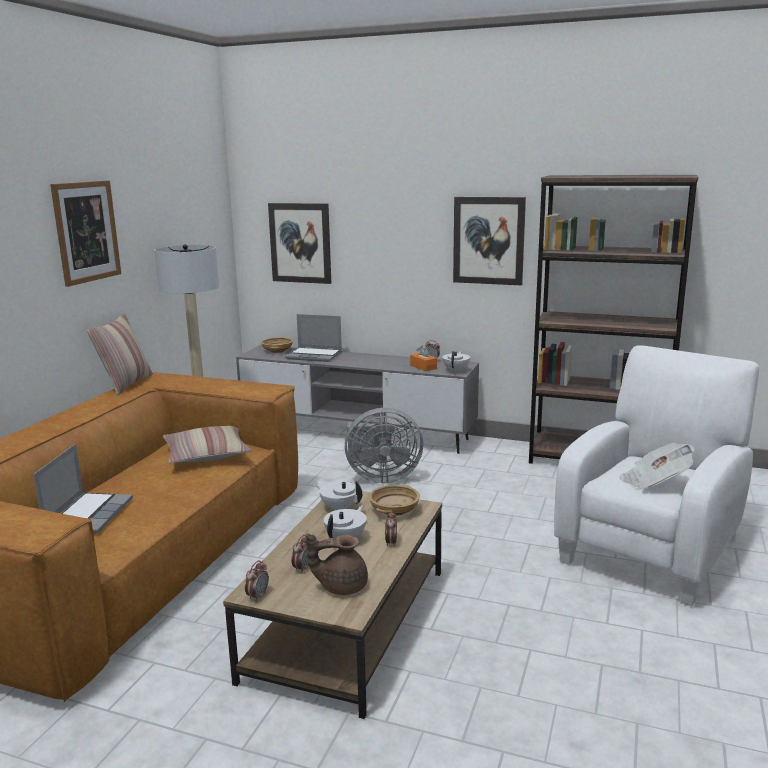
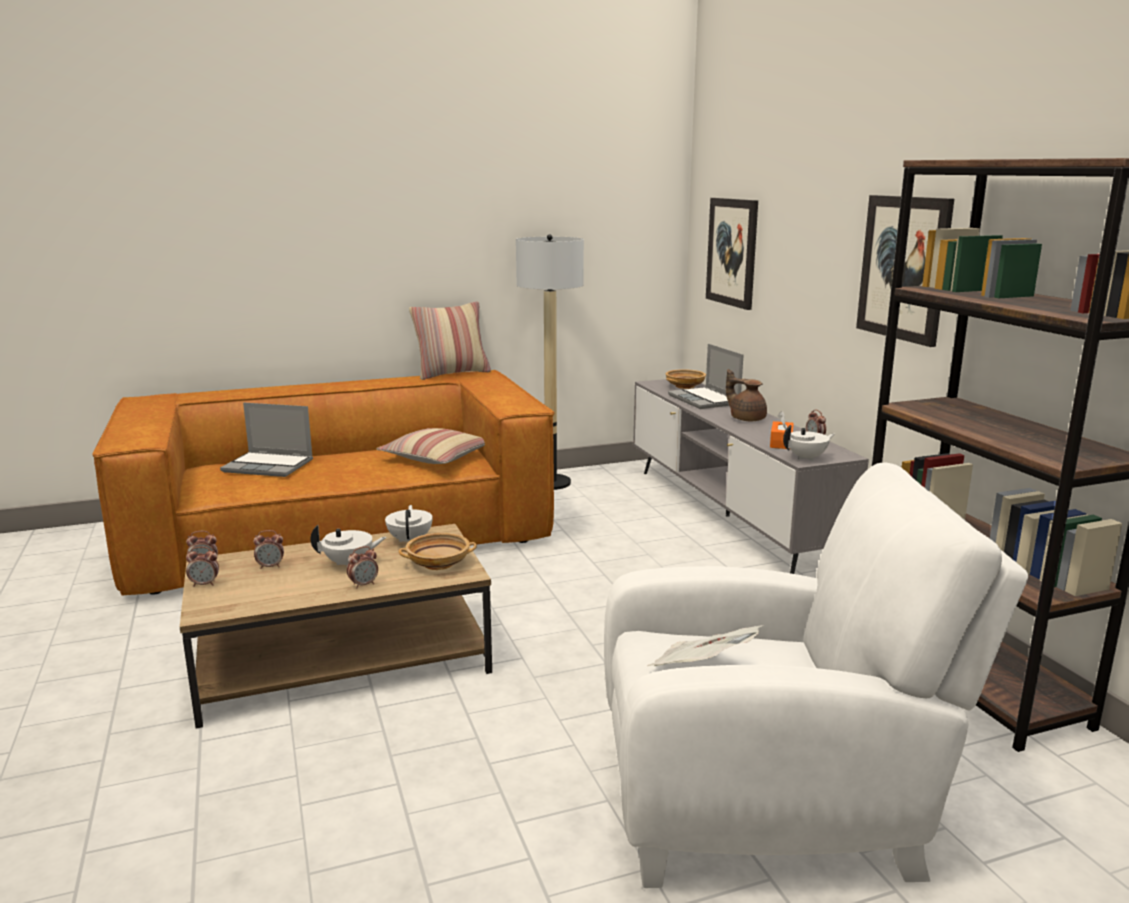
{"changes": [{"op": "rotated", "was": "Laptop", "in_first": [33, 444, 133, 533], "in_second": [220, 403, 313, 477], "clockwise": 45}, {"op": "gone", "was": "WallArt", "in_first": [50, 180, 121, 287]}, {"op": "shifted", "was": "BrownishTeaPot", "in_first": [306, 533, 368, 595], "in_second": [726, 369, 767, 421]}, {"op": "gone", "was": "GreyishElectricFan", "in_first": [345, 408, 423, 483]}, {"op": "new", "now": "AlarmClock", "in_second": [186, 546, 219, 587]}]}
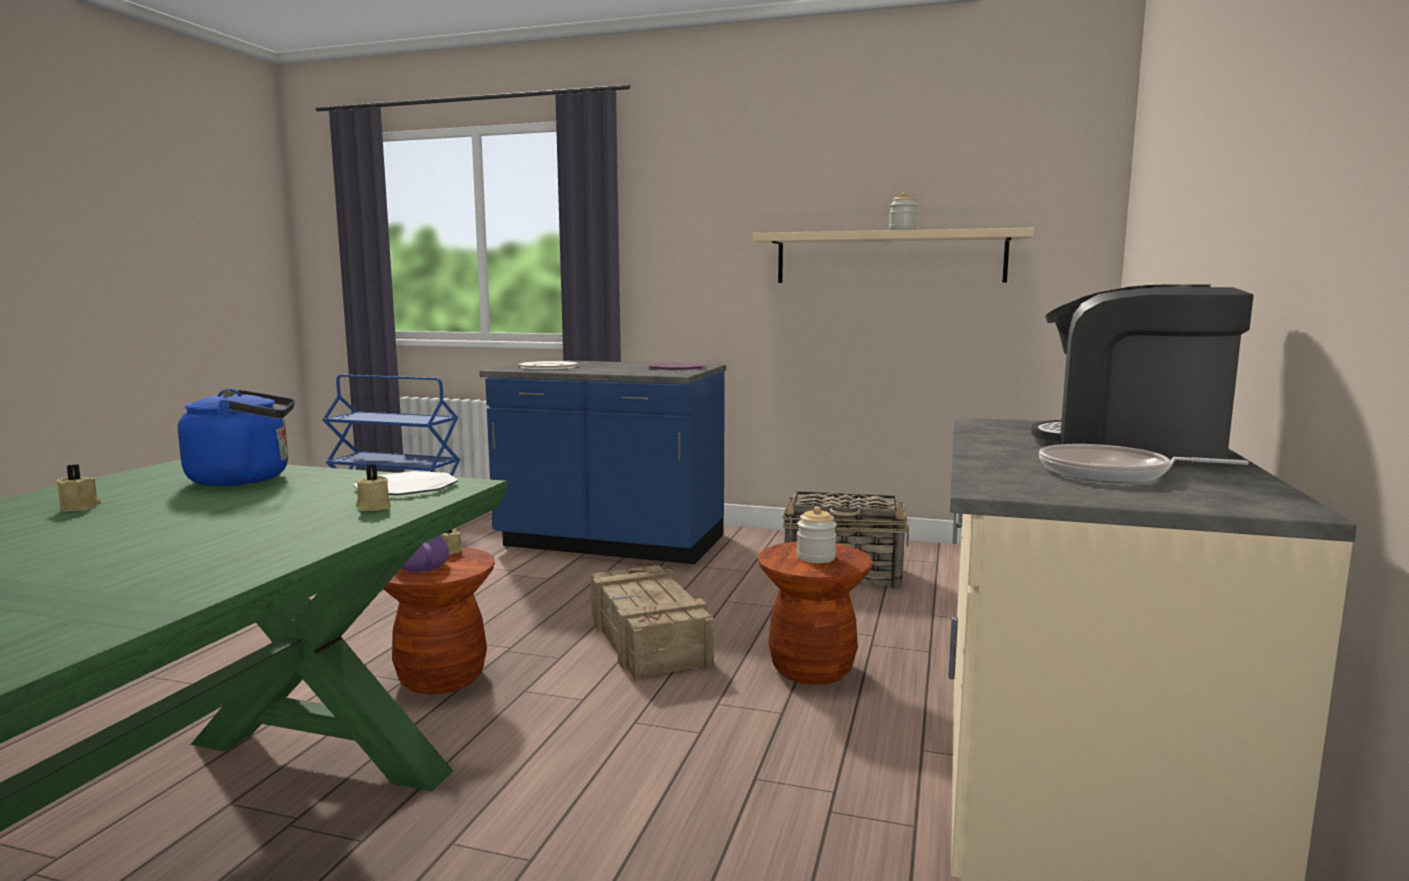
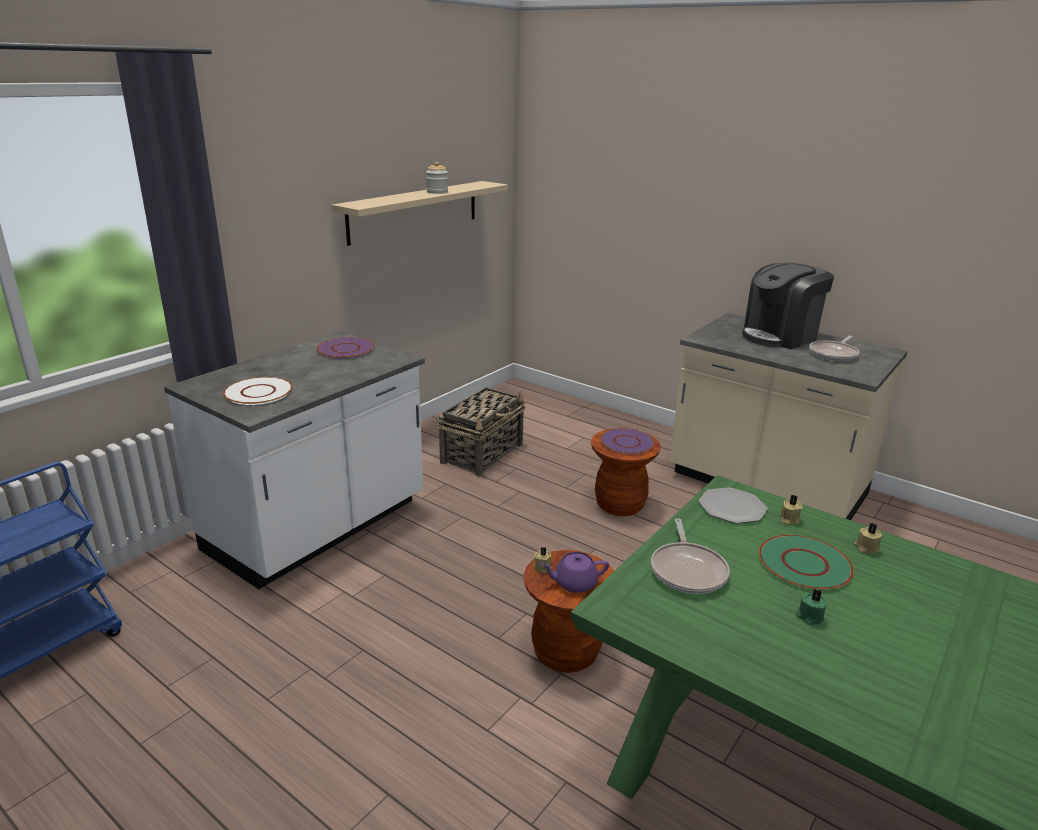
{"changes": [{"op": "shifted", "was": "SandColouredWaxLight", "in_first": [56, 464, 101, 512], "in_second": [854, 523, 882, 554]}, {"op": "swapped", "was": "BlueColouredWaterKettle", "now": "Skillet", "in_first": [178, 389, 295, 486], "in_second": [651, 518, 730, 594]}, {"op": "repainted", "was": "BlueColouredKitchenBaseUnit", "now": "WhitishKitchenBaseUnit", "in_first": [479, 360, 726, 564], "in_second": [164, 331, 425, 589]}, {"op": "gone", "was": "PackingCrate", "in_first": [591, 565, 714, 681]}, {"op": "swapped", "was": "Jar", "now": "PurpleColouredFlatDish", "in_first": [797, 507, 837, 563], "in_second": [600, 428, 655, 454]}, {"op": "new", "now": "GreenFlatDish", "in_second": [759, 535, 854, 590]}, {"op": "new", "now": "GreenWaxLight", "in_second": [796, 589, 827, 625]}]}
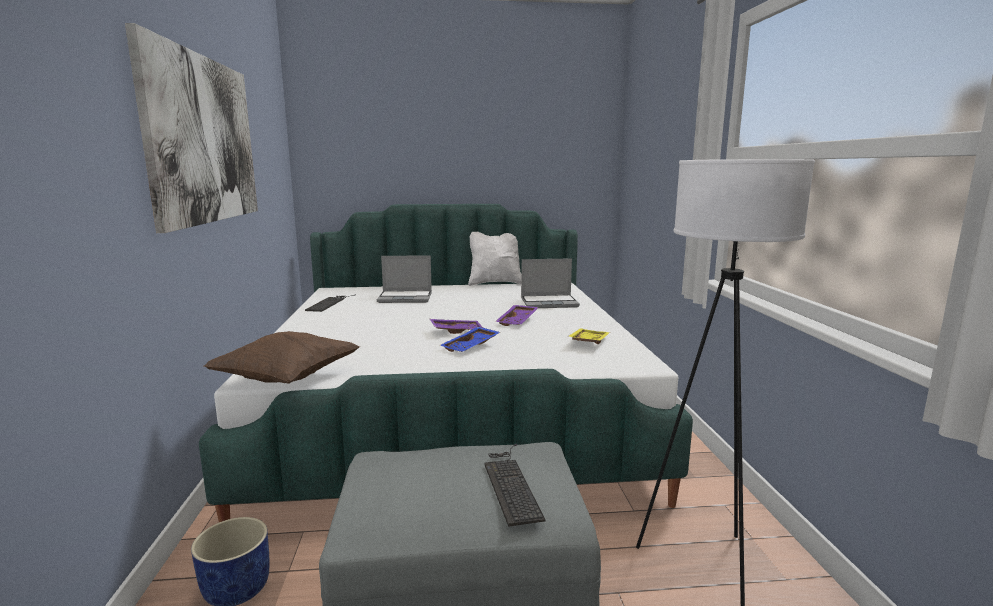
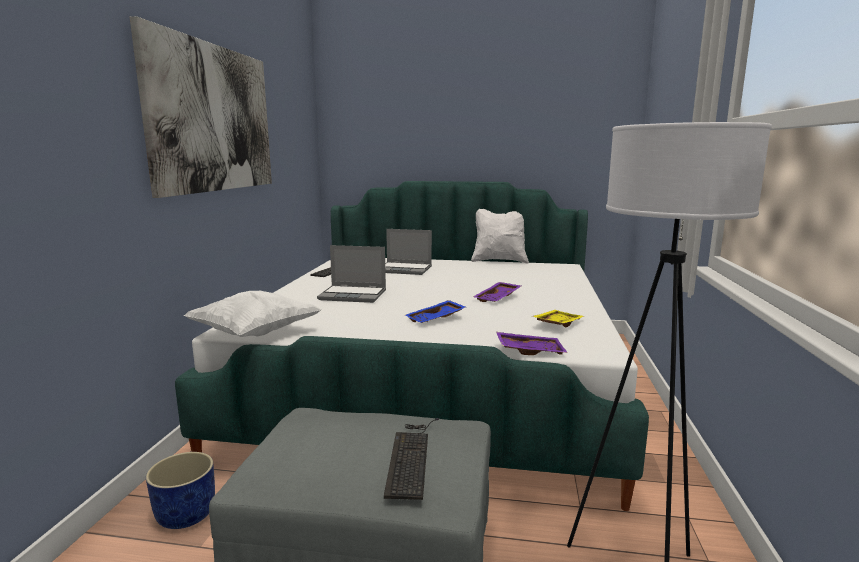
{"changes": [{"op": "repainted", "was": "BrownishThrowPillow", "now": "WhitishThrowPillow", "in_first": [204, 331, 360, 384], "in_second": [183, 291, 322, 337]}, {"op": "shifted", "was": "PurpleColouredCarryingTray", "in_first": [430, 319, 483, 334], "in_second": [496, 332, 568, 355]}, {"op": "shifted", "was": "Laptop", "in_first": [521, 258, 580, 308], "in_second": [317, 245, 386, 303]}]}
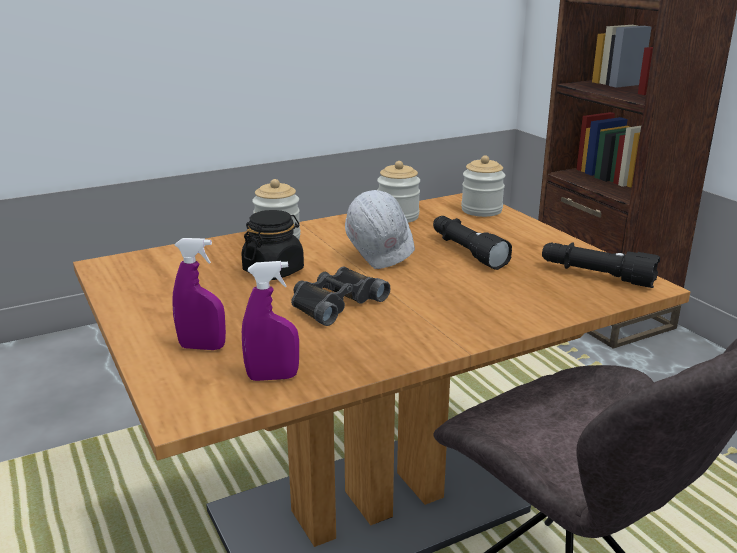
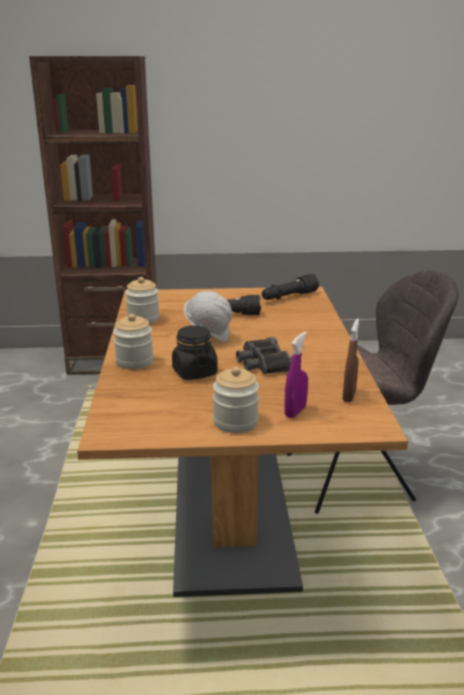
{"changes": [{"op": "repainted", "was": "PurpleColouredSprayBottle", "now": "BrownishSprayBottle", "in_first": [242, 261, 299, 381], "in_second": [343, 319, 359, 402]}, {"op": "shifted", "was": "Jar", "in_first": [461, 156, 505, 217], "in_second": [213, 367, 259, 433]}]}
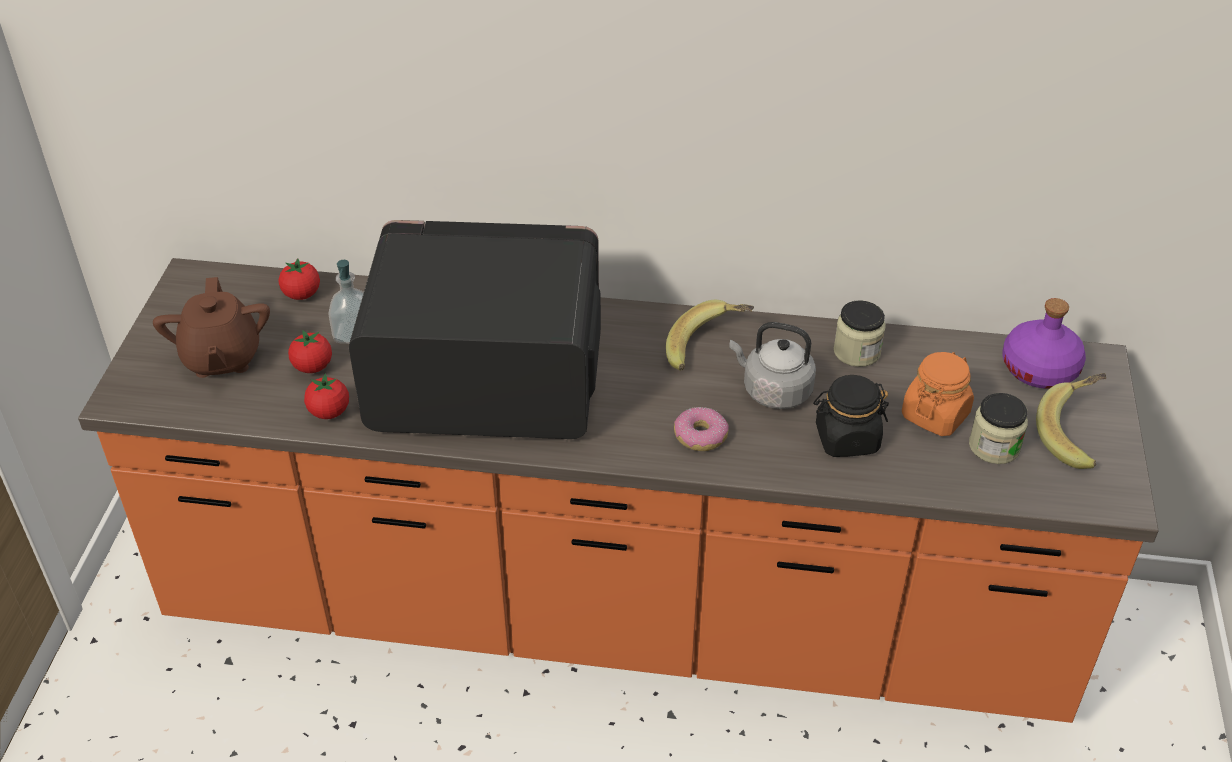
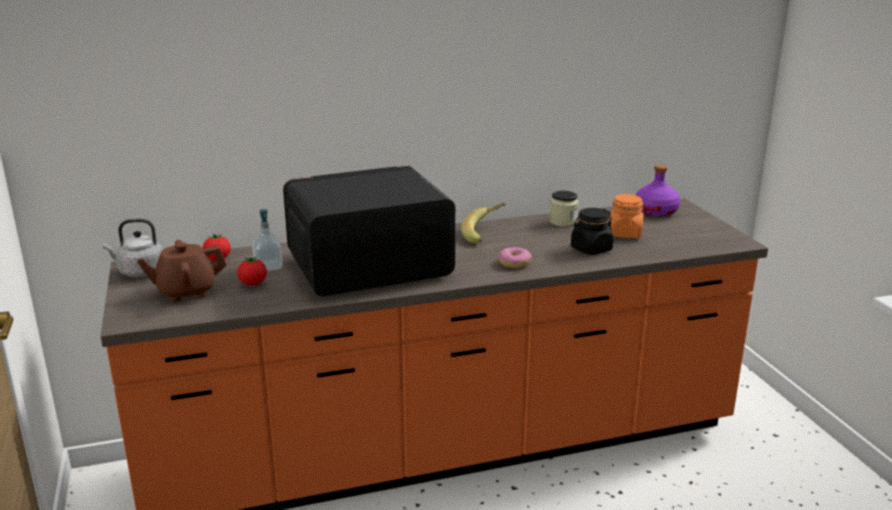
{"changes": [{"op": "rotated", "was": "BrownishTeaPot", "in_first": [153, 277, 270, 378], "in_second": [137, 240, 227, 302], "clockwise": 105}, {"op": "gone", "was": "Tomato", "in_first": [304, 374, 349, 419]}, {"op": "shifted", "was": "GreyishWaterKettle", "in_first": [729, 322, 816, 409], "in_second": [102, 219, 163, 277]}, {"op": "gone", "was": "Jar", "in_first": [969, 393, 1028, 464]}, {"op": "gone", "was": "Banana", "in_first": [1036, 373, 1107, 469]}]}
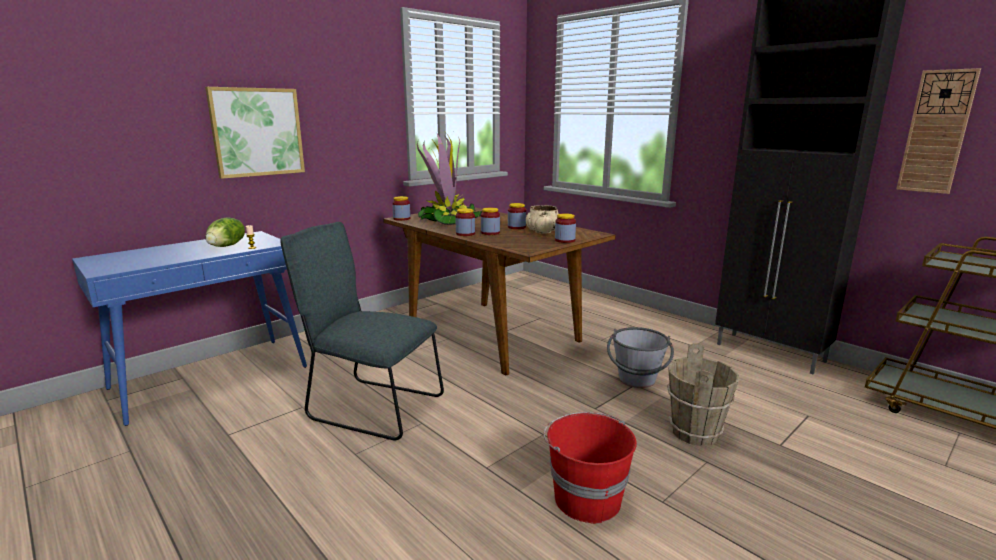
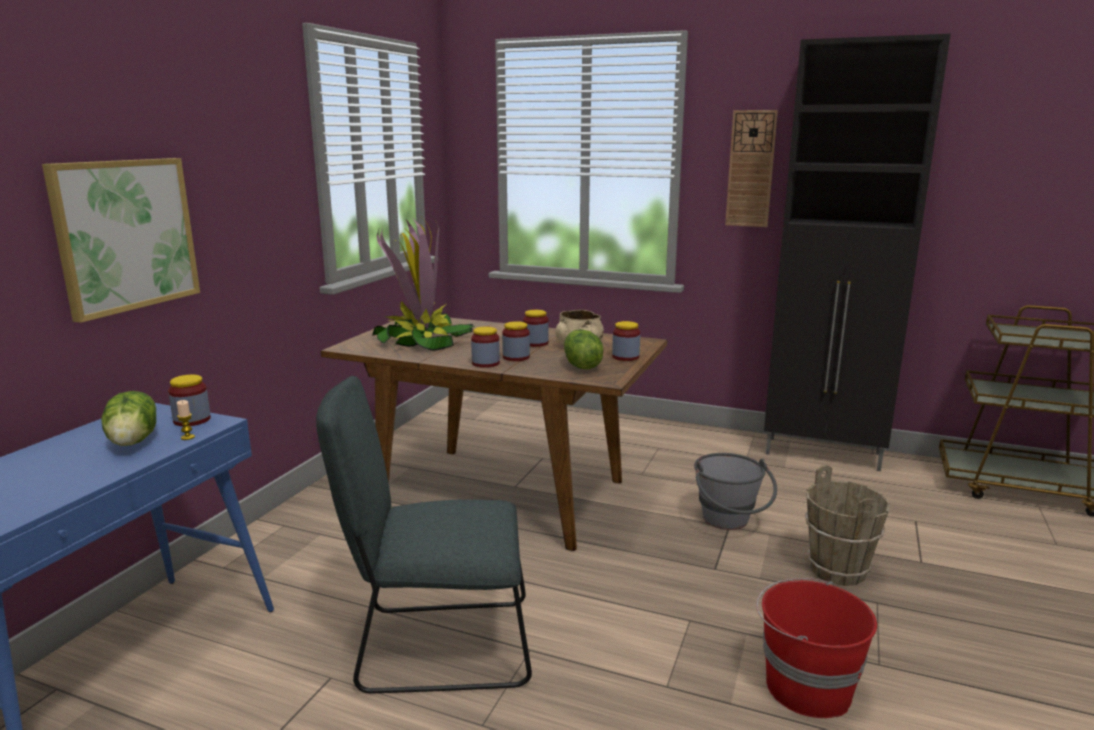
{"changes": [{"op": "shifted", "was": "Jar", "in_first": [392, 196, 410, 221], "in_second": [168, 375, 211, 426]}, {"op": "shifted", "was": "ClockOnTheWall", "in_first": [896, 68, 981, 194], "in_second": [725, 110, 778, 227]}, {"op": "new", "now": "Lettuce", "in_second": [564, 329, 604, 369]}]}
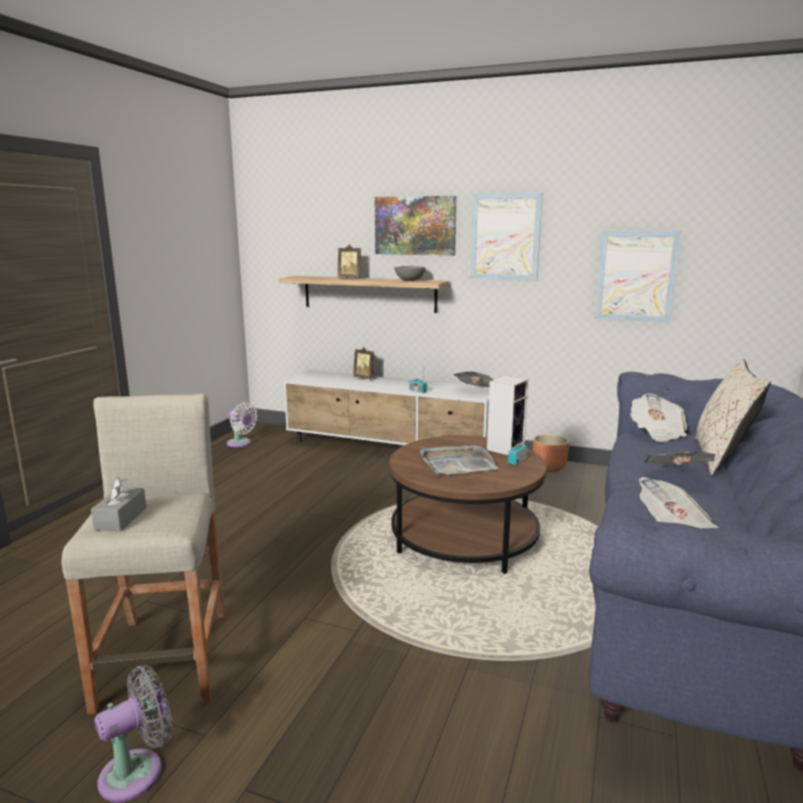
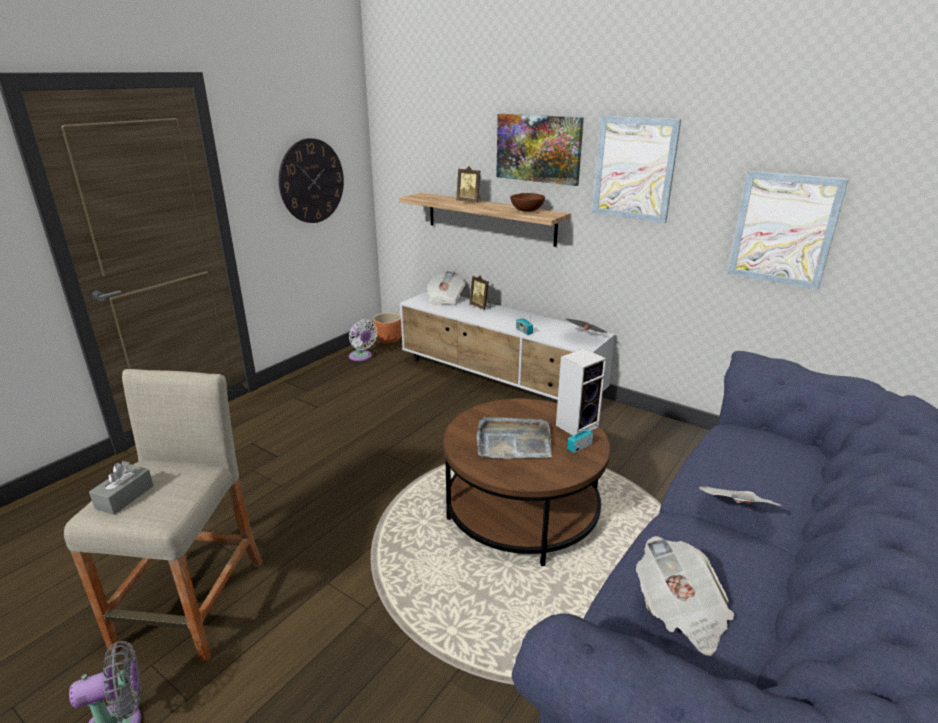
{"changes": [{"op": "repainted", "was": "GreyishServingBowl", "now": "BrownishServingBowl", "in_first": [394, 266, 426, 281], "in_second": [510, 193, 545, 212]}, {"op": "shifted", "was": "BrownishFlowerPot", "in_first": [533, 434, 569, 472], "in_second": [373, 312, 402, 344]}, {"op": "shifted", "was": "Newspaper", "in_first": [630, 394, 687, 442], "in_second": [426, 271, 465, 306]}, {"op": "gone", "was": "SandColouredThrowPillow", "in_first": [695, 359, 771, 476]}, {"op": "new", "now": "ClockOnTheWall", "in_second": [279, 138, 344, 223]}]}
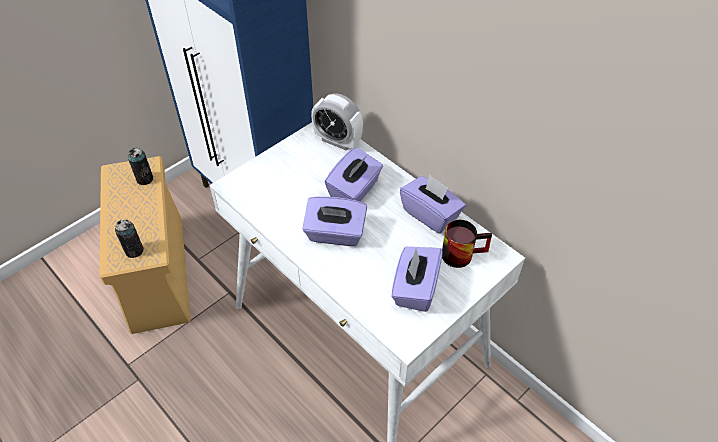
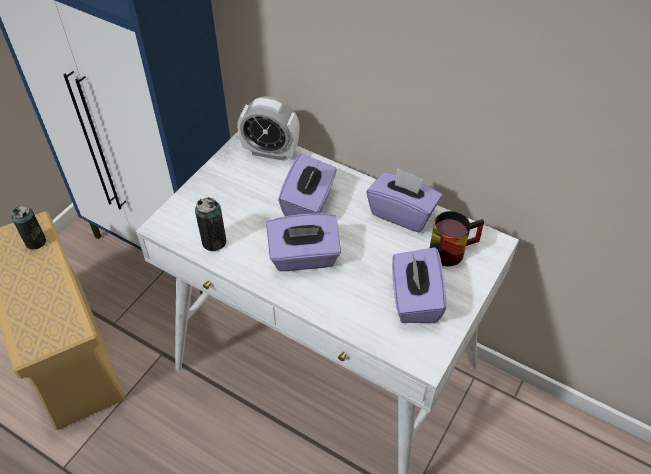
{"changes": [{"op": "shifted", "was": "SealedCan", "in_first": [115, 220, 144, 258], "in_second": [195, 197, 227, 251]}]}
